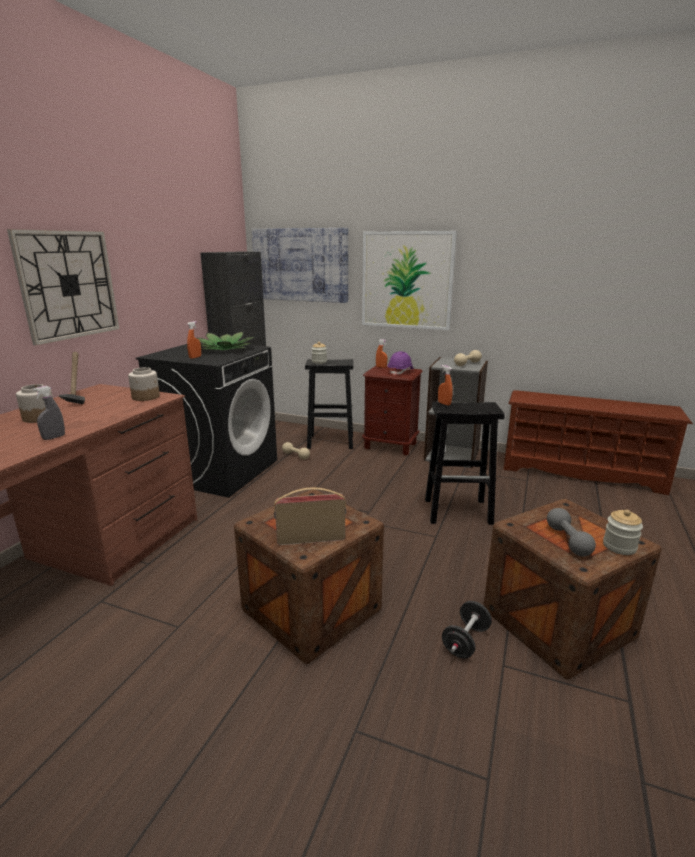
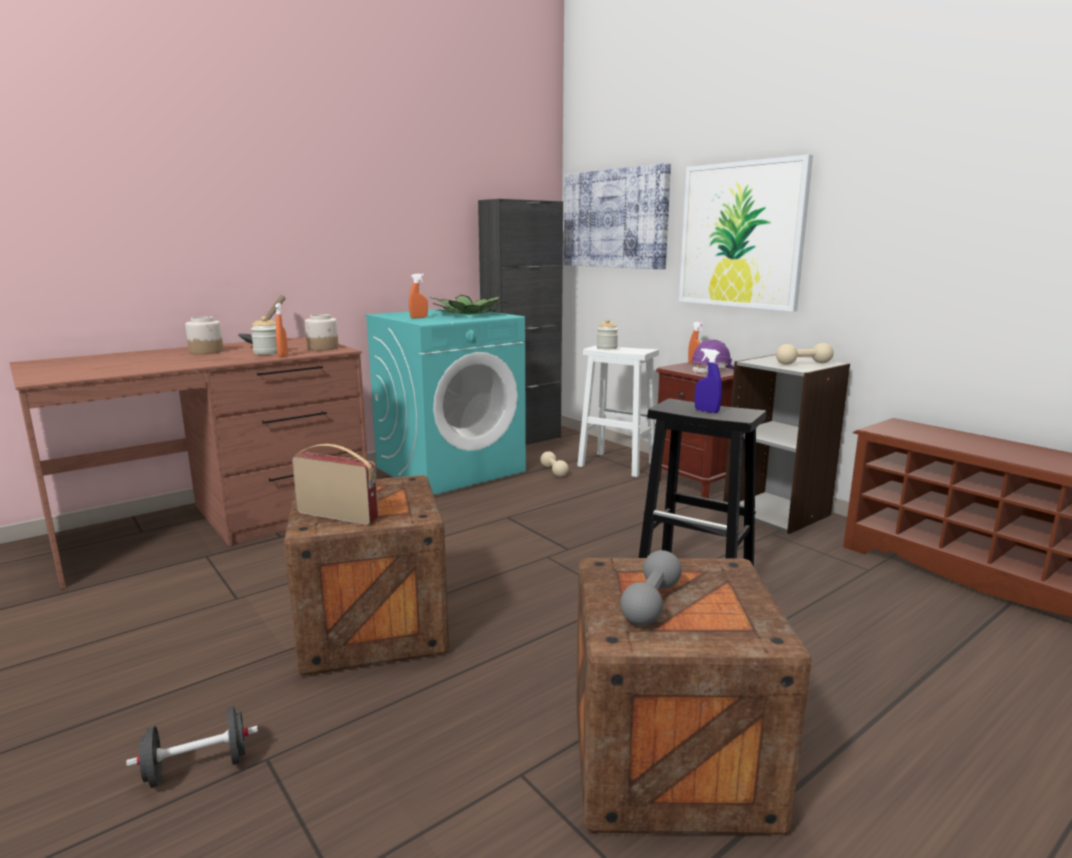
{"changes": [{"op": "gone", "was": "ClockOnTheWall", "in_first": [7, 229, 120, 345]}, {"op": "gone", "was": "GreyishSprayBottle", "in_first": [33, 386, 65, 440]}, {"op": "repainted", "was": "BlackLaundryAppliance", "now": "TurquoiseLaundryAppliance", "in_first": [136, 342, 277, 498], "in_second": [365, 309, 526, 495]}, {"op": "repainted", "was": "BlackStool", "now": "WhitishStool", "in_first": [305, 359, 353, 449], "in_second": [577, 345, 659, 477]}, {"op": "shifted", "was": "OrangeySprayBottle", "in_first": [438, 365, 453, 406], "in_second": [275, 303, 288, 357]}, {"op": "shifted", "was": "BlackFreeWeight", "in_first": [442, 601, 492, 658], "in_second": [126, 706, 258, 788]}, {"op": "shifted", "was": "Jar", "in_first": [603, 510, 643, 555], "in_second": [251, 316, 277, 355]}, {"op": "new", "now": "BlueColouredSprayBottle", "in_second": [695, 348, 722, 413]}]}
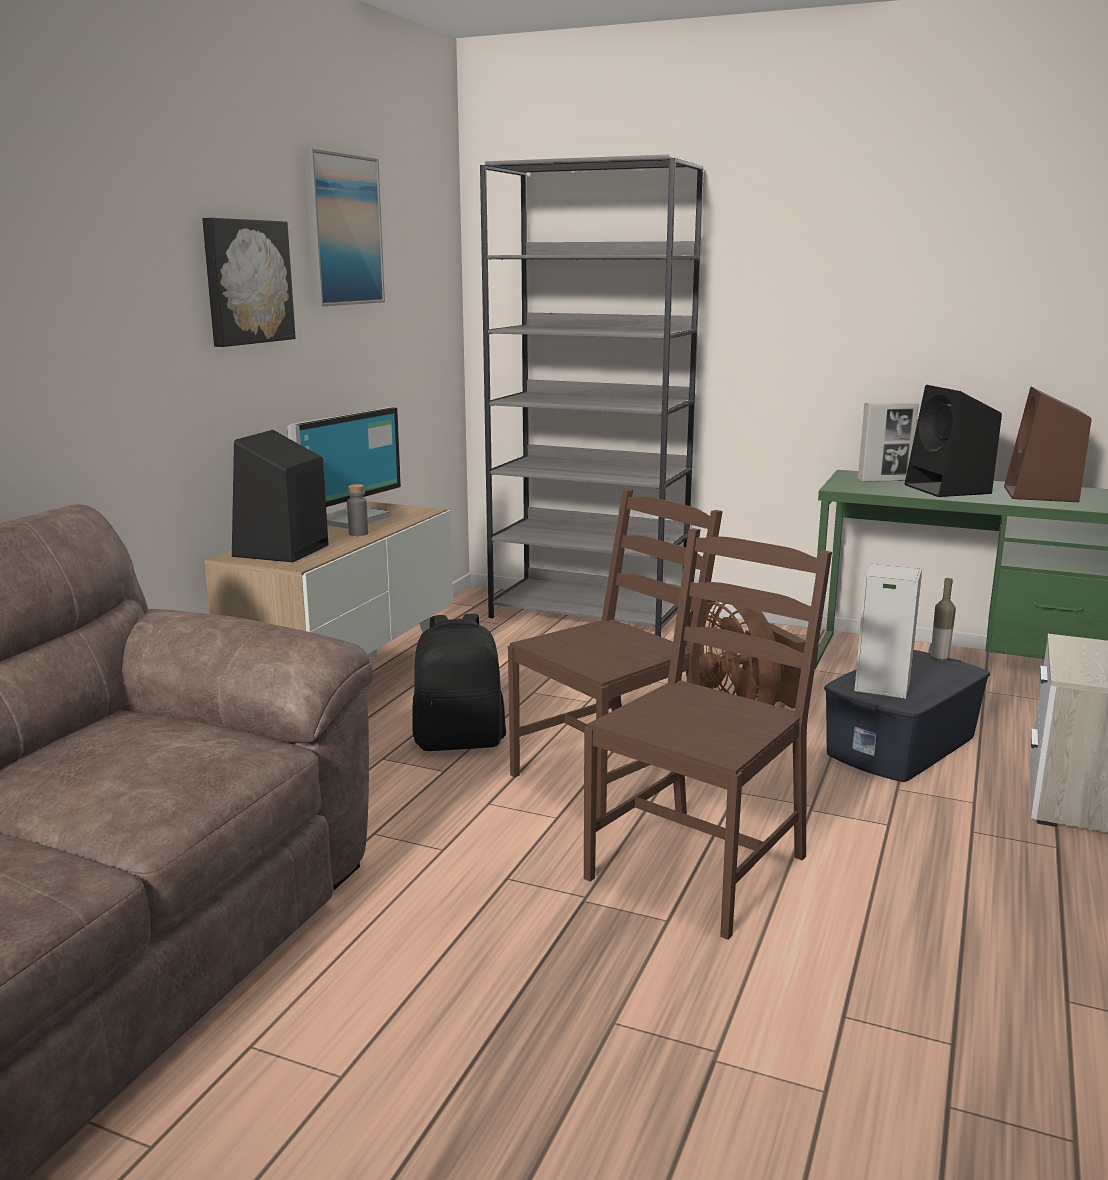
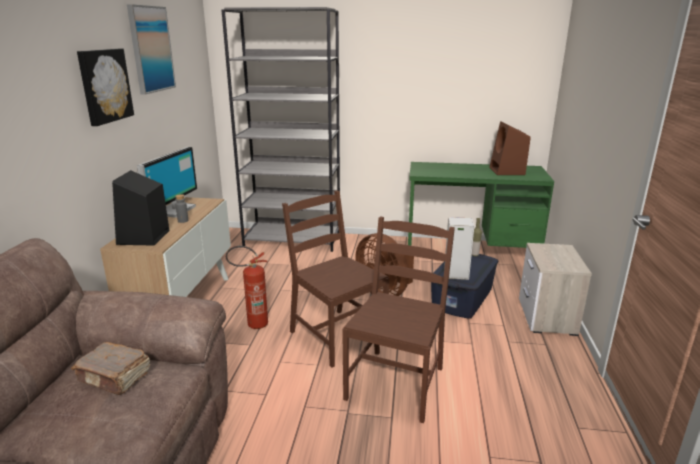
{"changes": [{"op": "swapped", "was": "BlackRucksack", "now": "FireFightingCylinder", "in_first": [412, 614, 506, 751], "in_second": [226, 246, 268, 329]}, {"op": "rotated", "was": "BrownishUprightChair", "in_first": [508, 489, 723, 819], "in_second": [282, 190, 389, 368], "clockwise": -75}, {"op": "gone", "was": "PhotoFrame", "in_first": [858, 402, 919, 482]}, {"op": "gone", "was": "BlackLoudspeaker", "in_first": [905, 385, 1002, 497]}, {"op": "new", "now": "BrownishBoundBook", "in_second": [71, 342, 150, 395]}]}
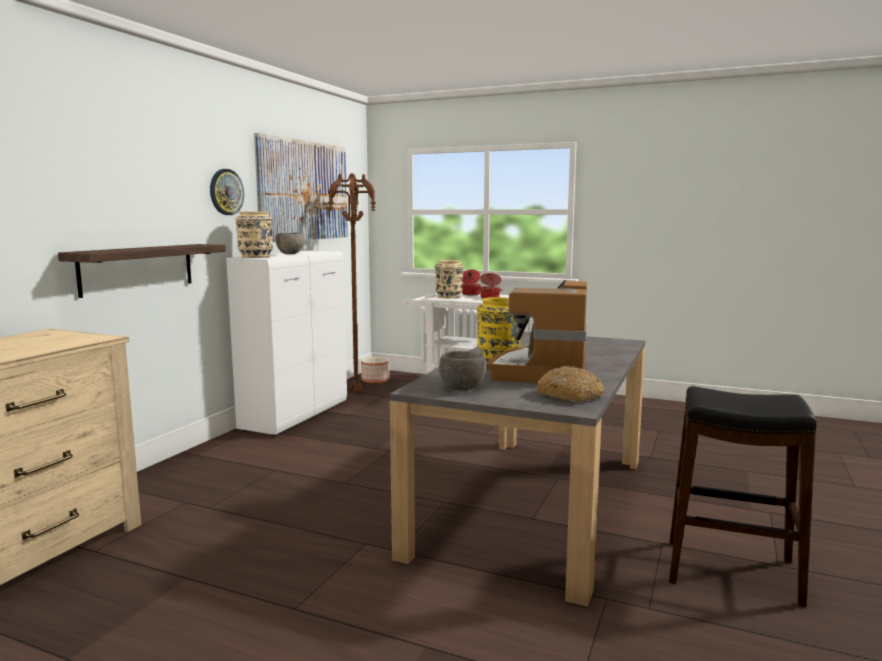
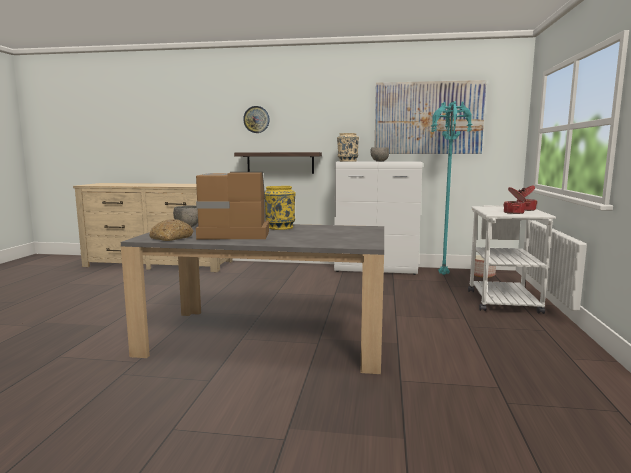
{"changes": [{"op": "shifted", "was": "ClockOnTheWall", "in_first": [210, 169, 244, 215], "in_second": [243, 106, 270, 133]}, {"op": "repainted", "was": "BrownishStandardLamp", "now": "TurquoiseStandardLamp", "in_first": [328, 173, 376, 393], "in_second": [431, 101, 473, 275]}, {"op": "gone", "was": "SandColouredVase", "in_first": [435, 260, 464, 298]}, {"op": "gone", "was": "BlackStool", "in_first": [669, 386, 817, 607]}]}
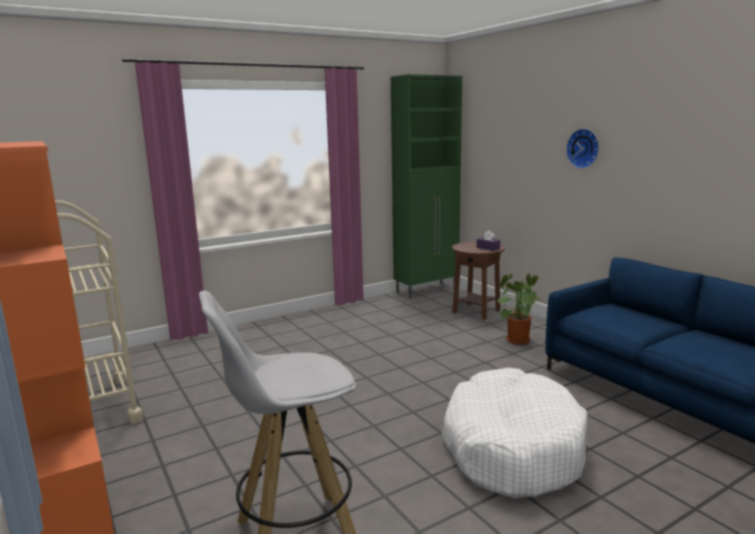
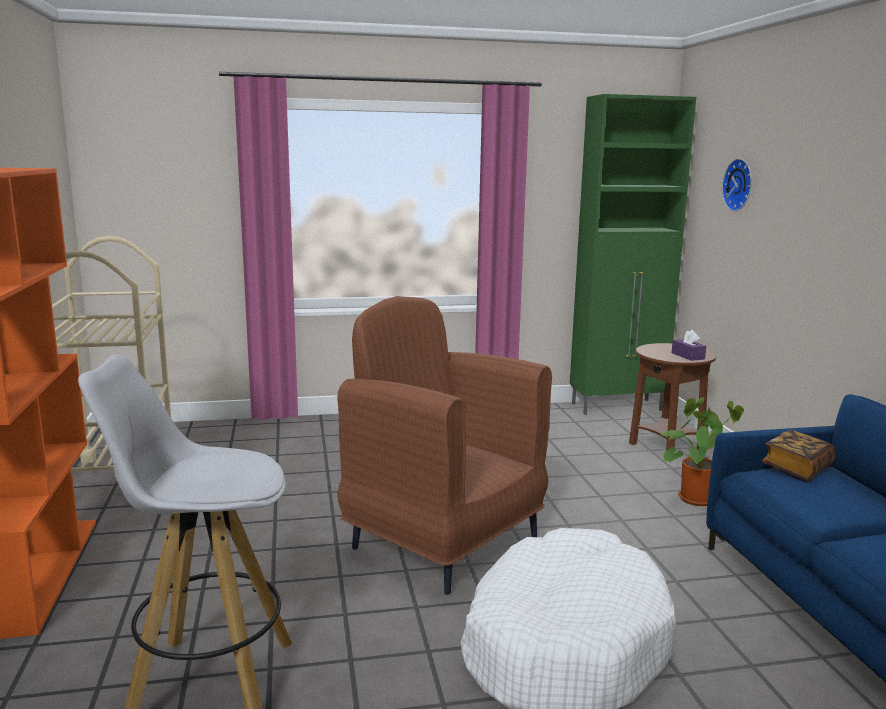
{"changes": [{"op": "shifted", "was": "ClockOnTheWall", "in_first": [566, 128, 599, 169], "in_second": [722, 158, 752, 211]}, {"op": "new", "now": "BrownishEasyChair", "in_second": [337, 296, 552, 595]}, {"op": "new", "now": "BoundBook", "in_second": [762, 430, 836, 482]}]}
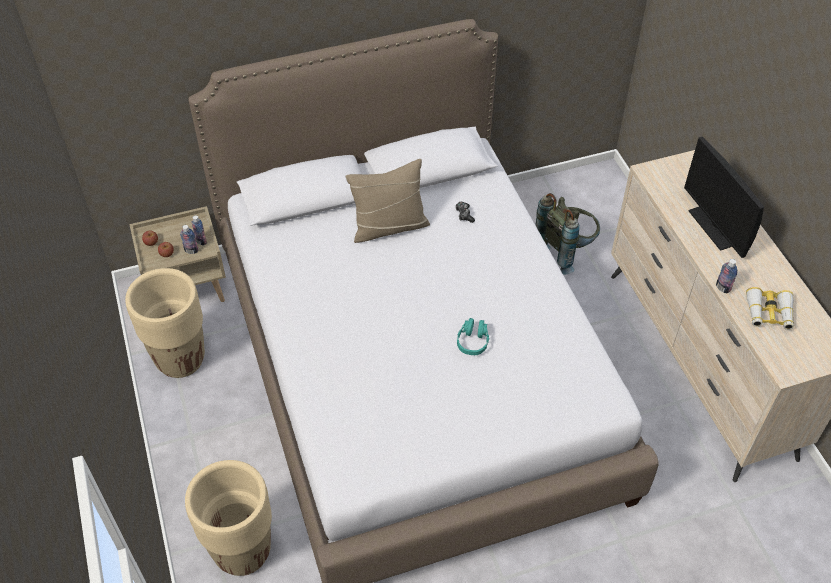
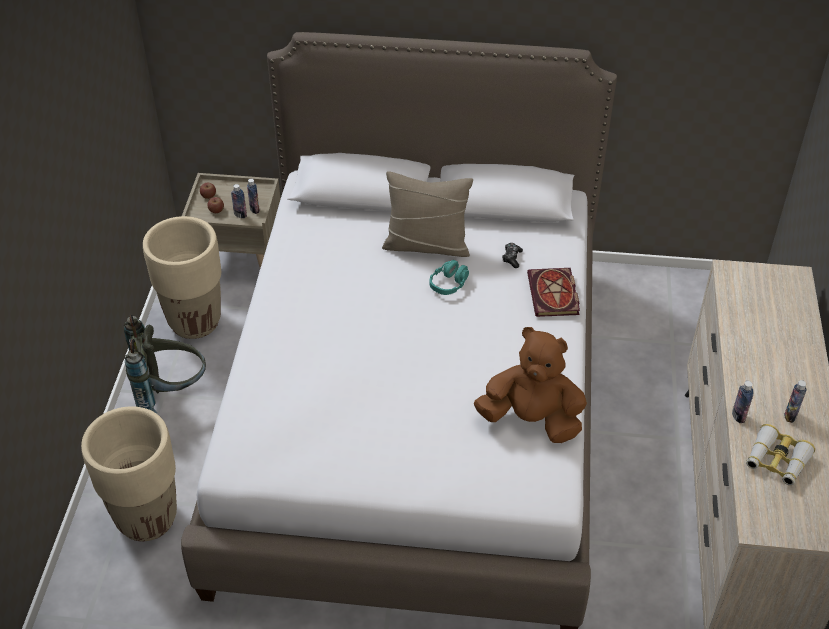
{"changes": [{"op": "shifted", "was": "TurquoisePairOfHeadphones", "in_first": [457, 318, 489, 355], "in_second": [430, 260, 469, 295]}, {"op": "shifted", "was": "GreyishRucksack", "in_first": [535, 193, 600, 275], "in_second": [124, 315, 206, 414]}, {"op": "gone", "was": "Monitor", "in_first": [684, 137, 764, 258]}, {"op": "new", "now": "BrownishCuddlyToy", "in_second": [474, 327, 587, 443]}, {"op": "new", "now": "BoundBook", "in_second": [527, 268, 580, 317]}, {"op": "new", "now": "BeverageBottle", "in_second": [784, 380, 806, 423]}]}
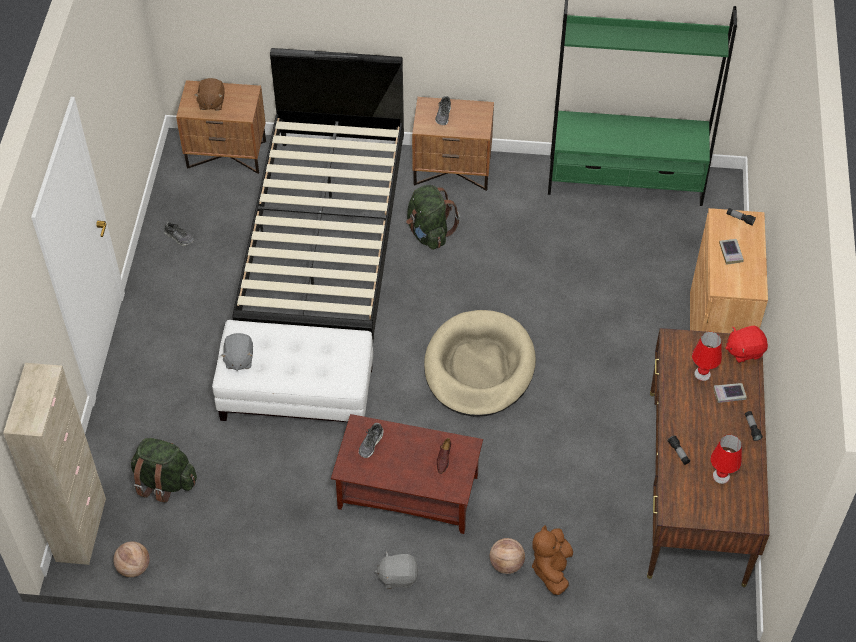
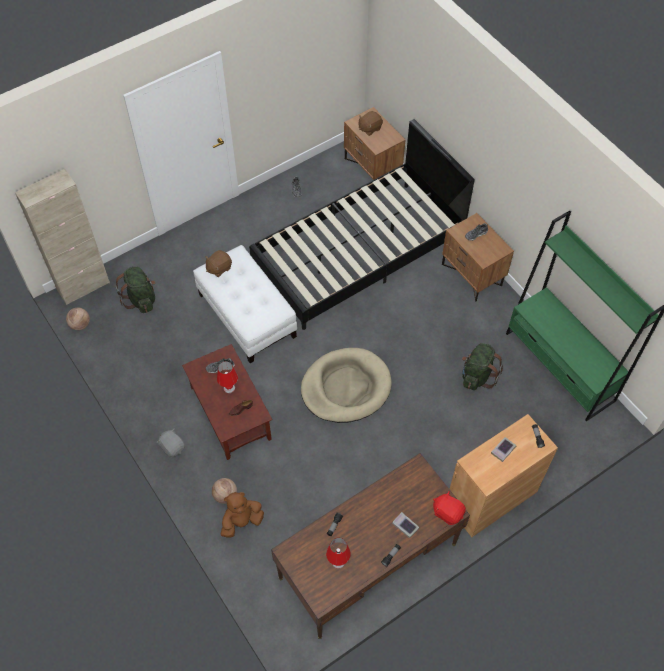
{"changes": [{"op": "repainted", "was": "GreyishCuddlyToy", "now": "BrownishCuddlyToy", "in_first": [220, 333, 253, 371], "in_second": [205, 250, 232, 277]}, {"op": "shifted", "was": "GreenRucksack", "in_first": [406, 185, 460, 250], "in_second": [462, 343, 503, 390]}, {"op": "shifted", "was": "RedTabletopLamp", "in_first": [692, 332, 722, 381], "in_second": [217, 361, 238, 393]}]}
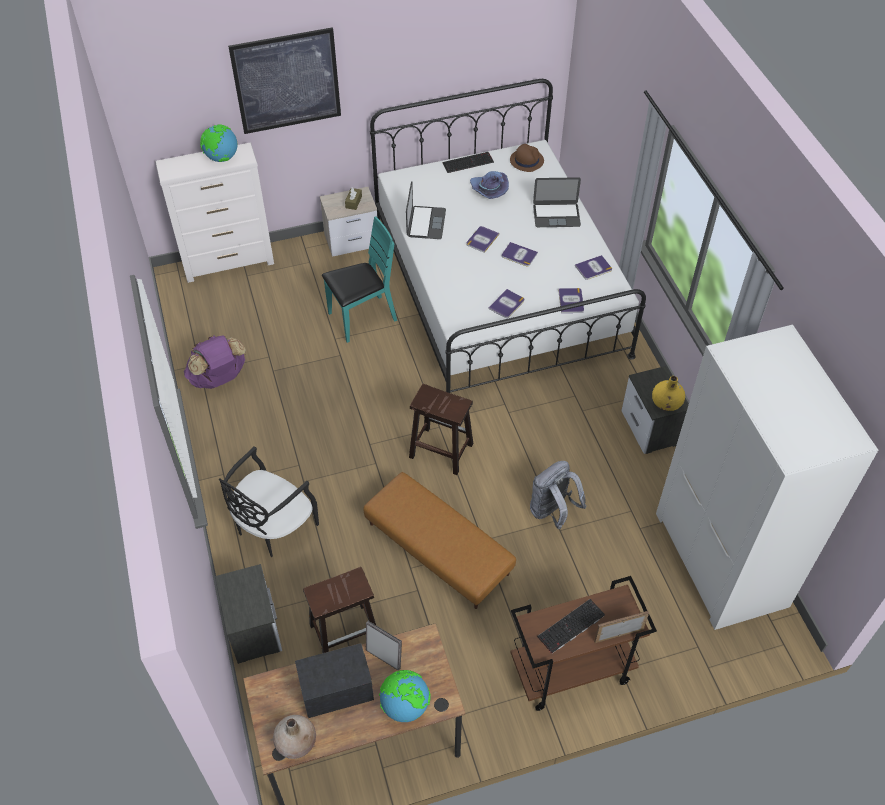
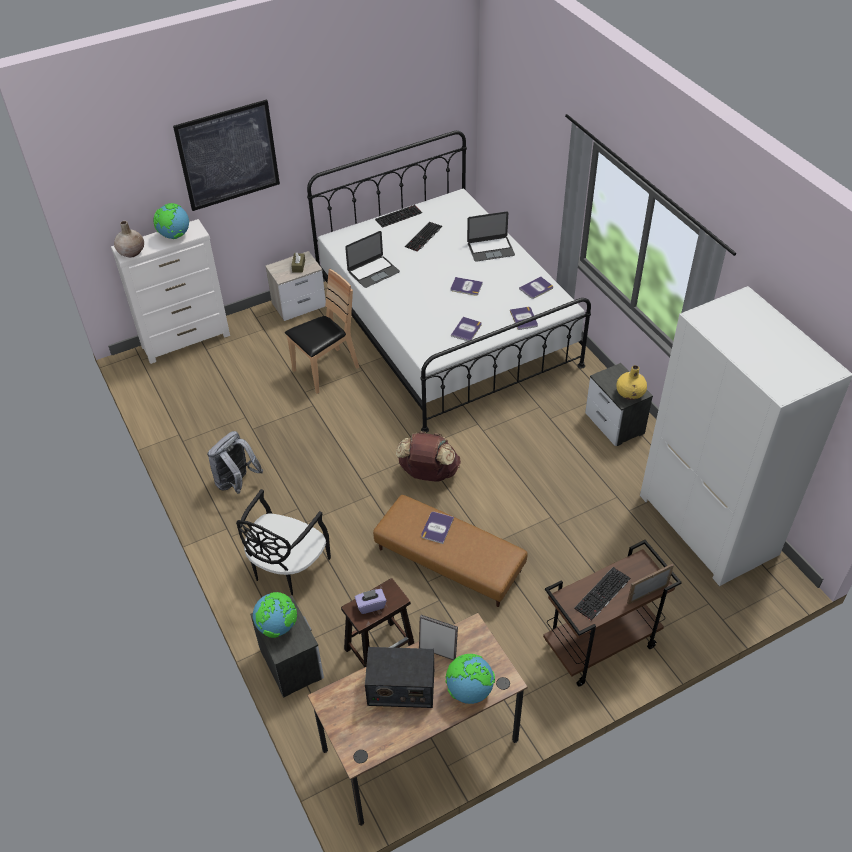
{"changes": [{"op": "gone", "was": "PurpleColouredRucksack", "in_first": [184, 335, 246, 389]}, {"op": "shifted", "was": "SandColouredVase", "in_first": [273, 715, 316, 759], "in_second": [114, 221, 144, 258]}, {"op": "rotated", "was": "RadioSet", "in_first": [295, 643, 374, 718], "in_second": [365, 647, 434, 708], "clockwise": -150}, {"op": "repainted", "was": "TurquoiseUprightChair", "now": "BrownishUprightChair", "in_first": [322, 216, 397, 343], "in_second": [285, 269, 359, 394]}, {"op": "rotated", "was": "Laptop", "in_first": [406, 181, 446, 239], "in_second": [345, 231, 400, 288], "clockwise": 60}, {"op": "swapped", "was": "BrownishStool", "now": "BrownishRucksack", "in_first": [409, 384, 473, 475], "in_second": [396, 431, 461, 481]}, {"op": "shifted", "was": "BoundBook", "in_first": [466, 226, 499, 253], "in_second": [421, 512, 454, 544]}, {"op": "swapped", "was": "PurpleColouredHat", "now": "PcKeyboard", "in_first": [470, 171, 509, 199], "in_second": [405, 222, 442, 252]}, {"op": "gone", "was": "BrownishHat", "in_first": [510, 144, 544, 172]}, {"op": "shifted", "was": "GreyishRucksack", "in_first": [530, 461, 587, 529], "in_second": [207, 431, 263, 494]}, {"op": "new", "now": "DeskGlobe", "in_second": [253, 592, 297, 638]}, {"op": "new", "now": "PurpleColouredBoxOfTissues", "in_second": [355, 589, 387, 614]}]}
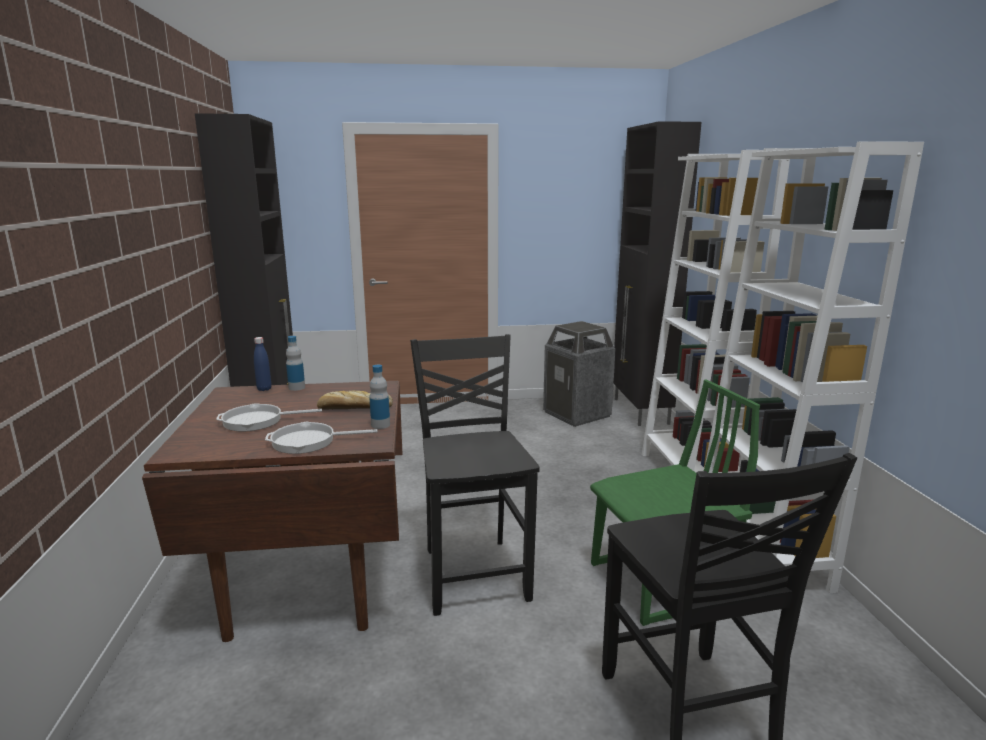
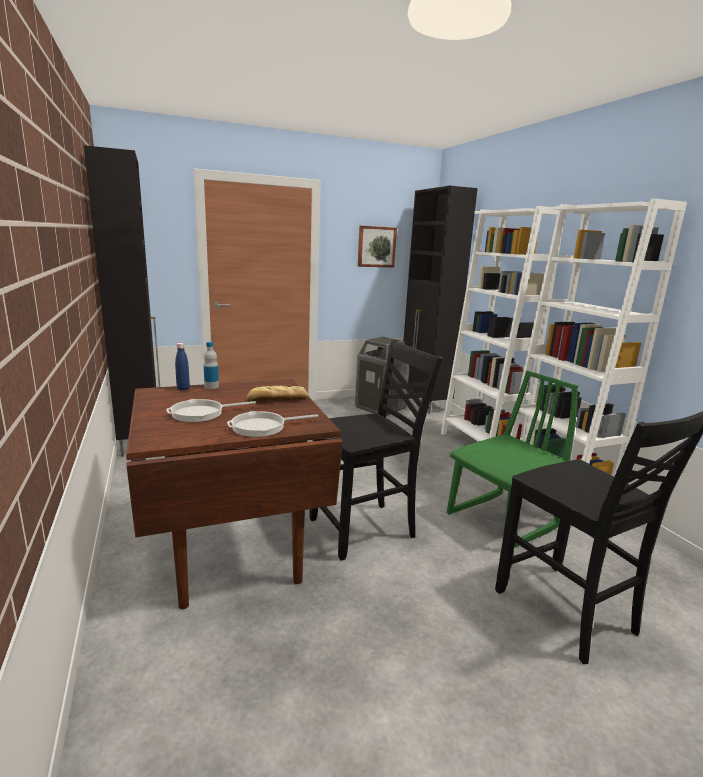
{"changes": [{"op": "gone", "was": "BeverageBottle", "in_first": [369, 365, 390, 429]}, {"op": "rotated", "was": "BlackUprightChair", "in_first": [410, 334, 540, 616], "in_second": [309, 340, 442, 561], "clockwise": 90}, {"op": "new", "now": "WallArt", "in_second": [358, 226, 397, 268]}]}
